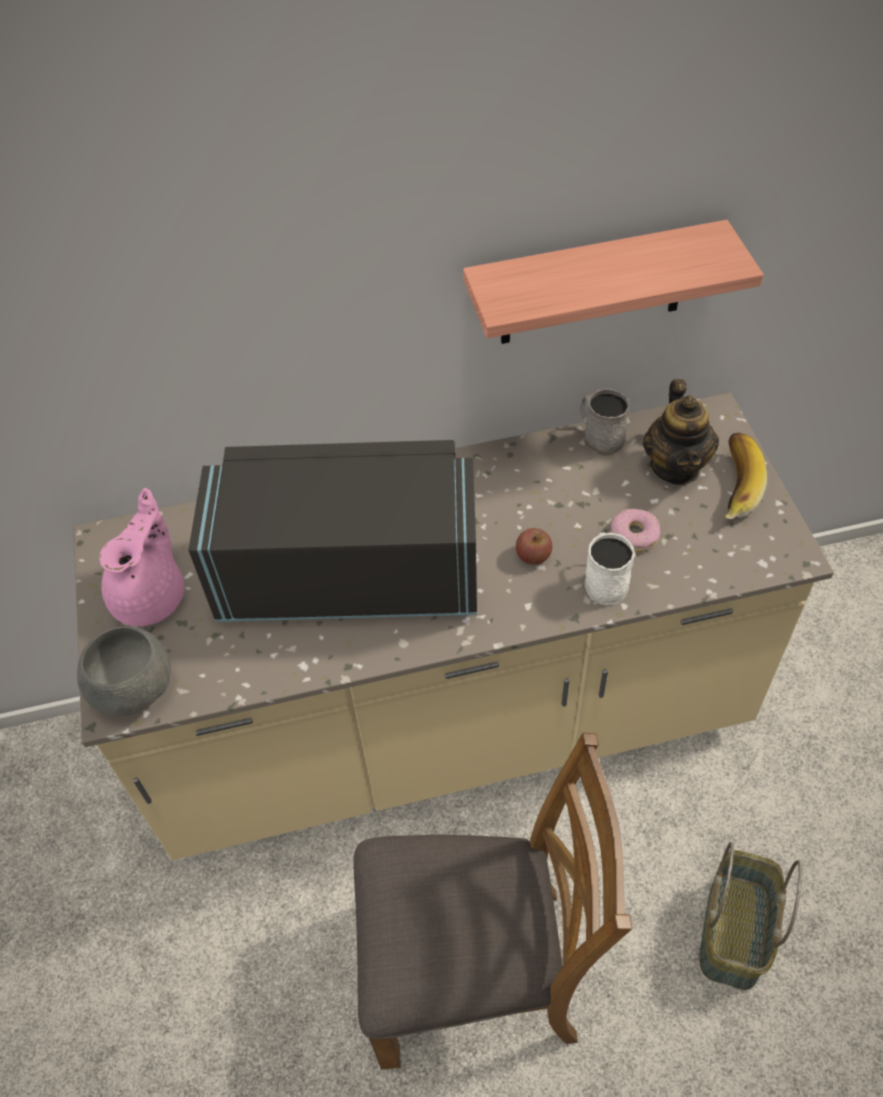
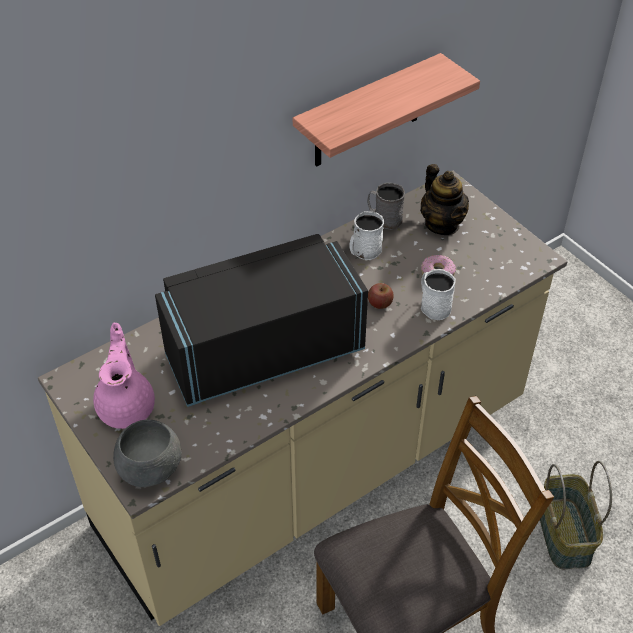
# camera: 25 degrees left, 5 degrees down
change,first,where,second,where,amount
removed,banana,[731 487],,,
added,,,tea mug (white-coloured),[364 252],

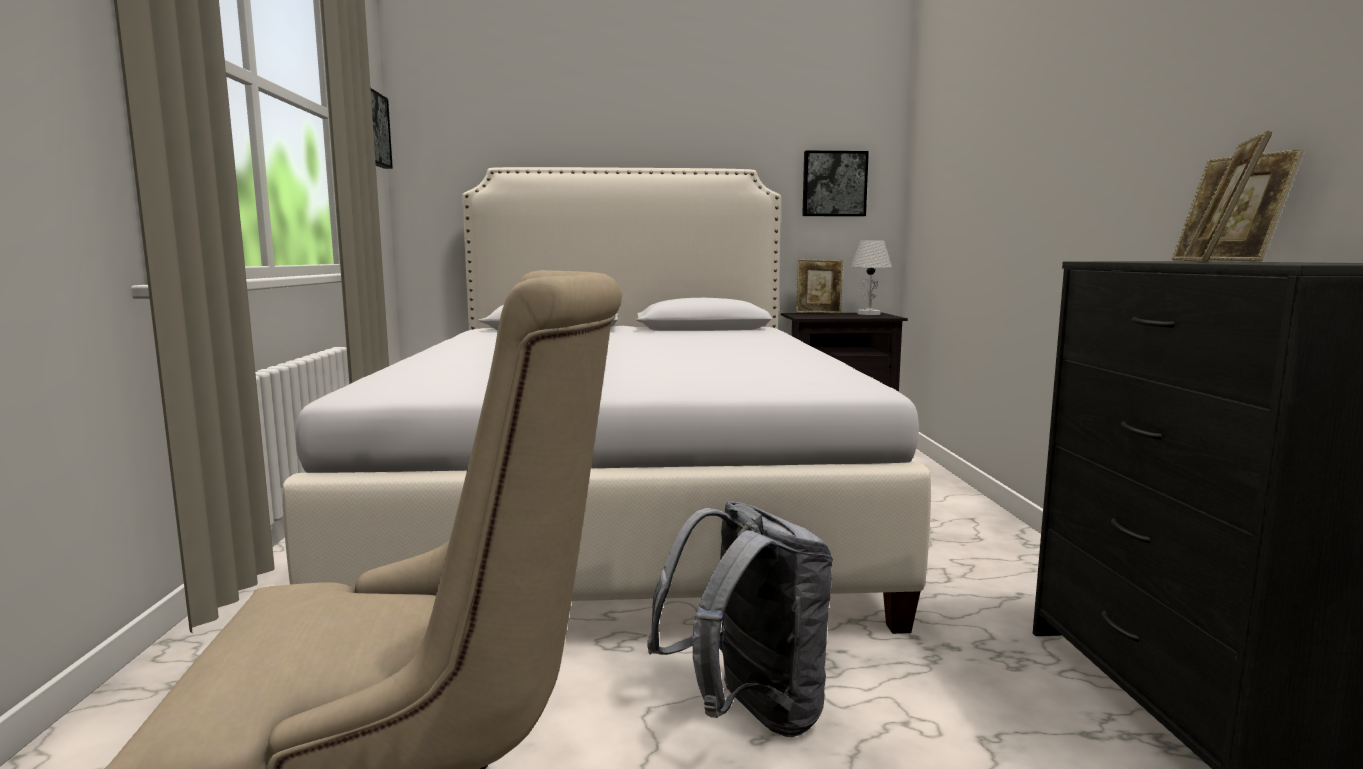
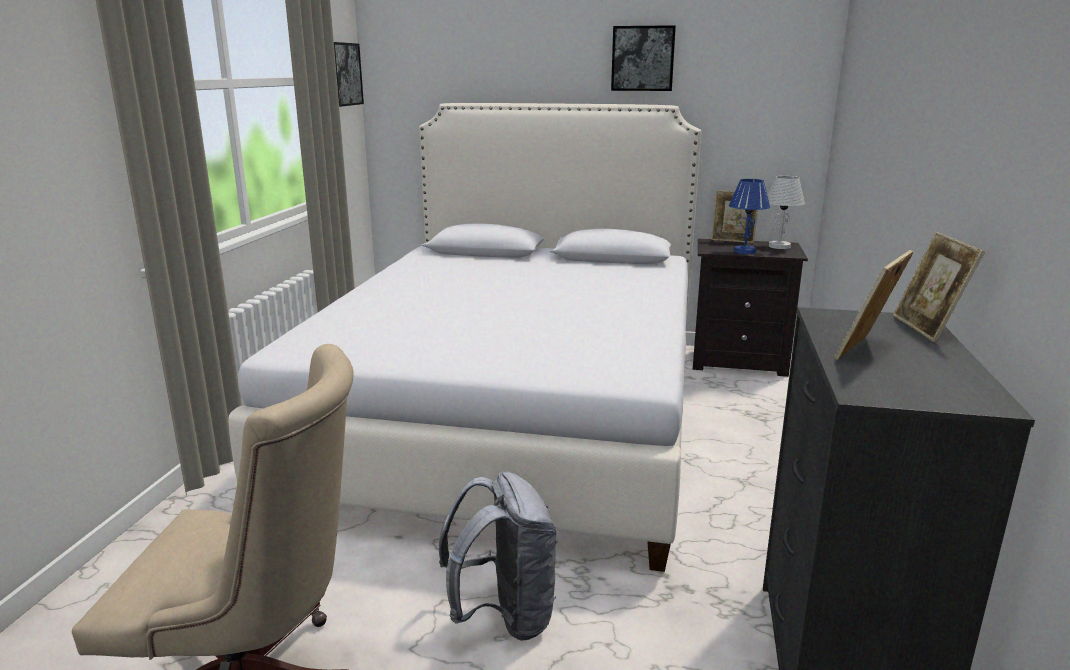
# camera: 15 degrees right, 10 degrees up
change,first,where,second,where,amount
moved,picture,[834 184],,[643 58],
added,,,tabletop lamp (bluish),[745 251],

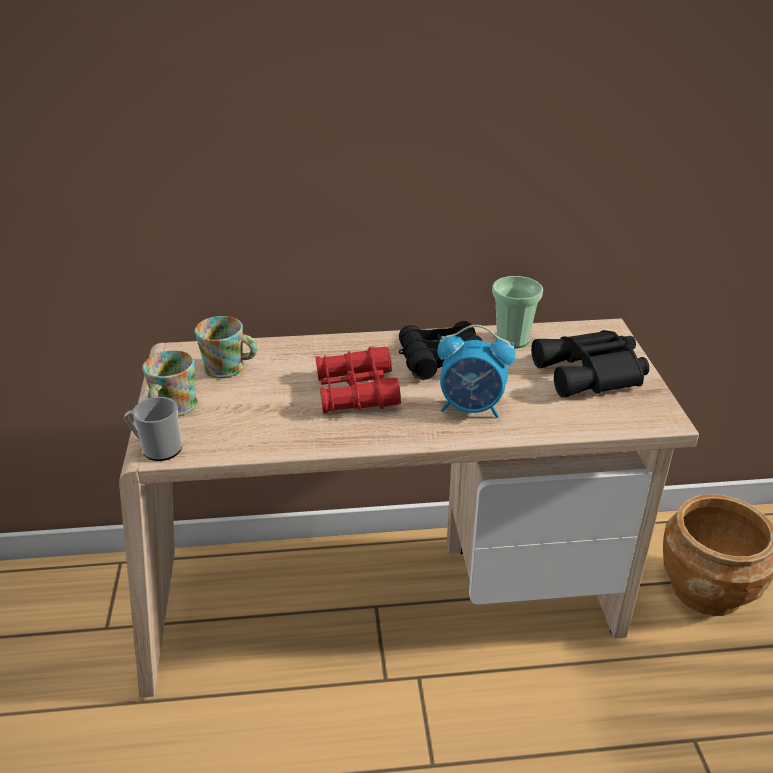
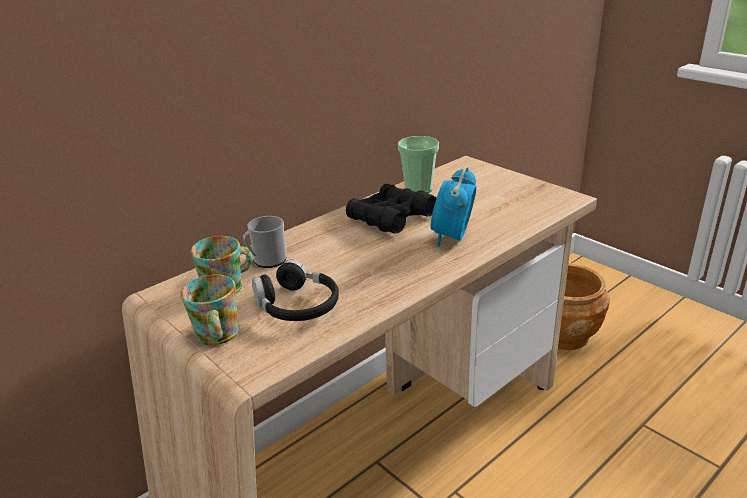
# camera: 35 degrees left, 5 degrees down
change,first,where,second,where,amount
turned,alarm clock,[471 408],,[452 237],135 degrees clockwise
removed,binoculars (black-coloured),[591 374],,,
removed,binoculars (red),[356 391],,,
moved,tea mug,[157 449],,[266 261],
added,,,pair of headphones (black-coloured),[297 305],

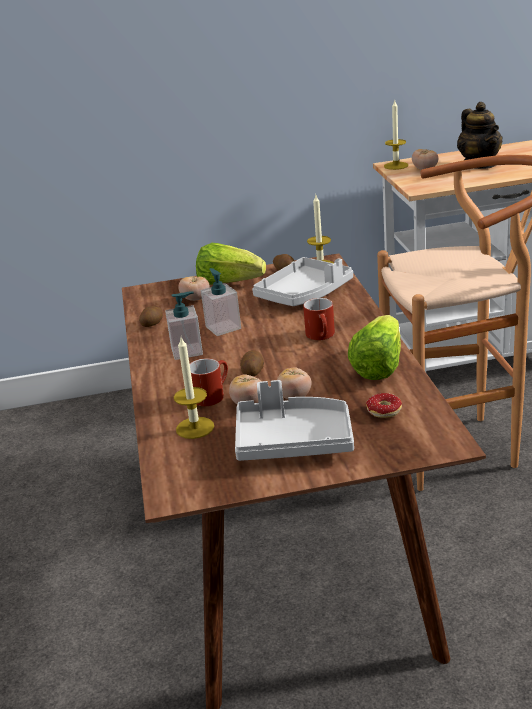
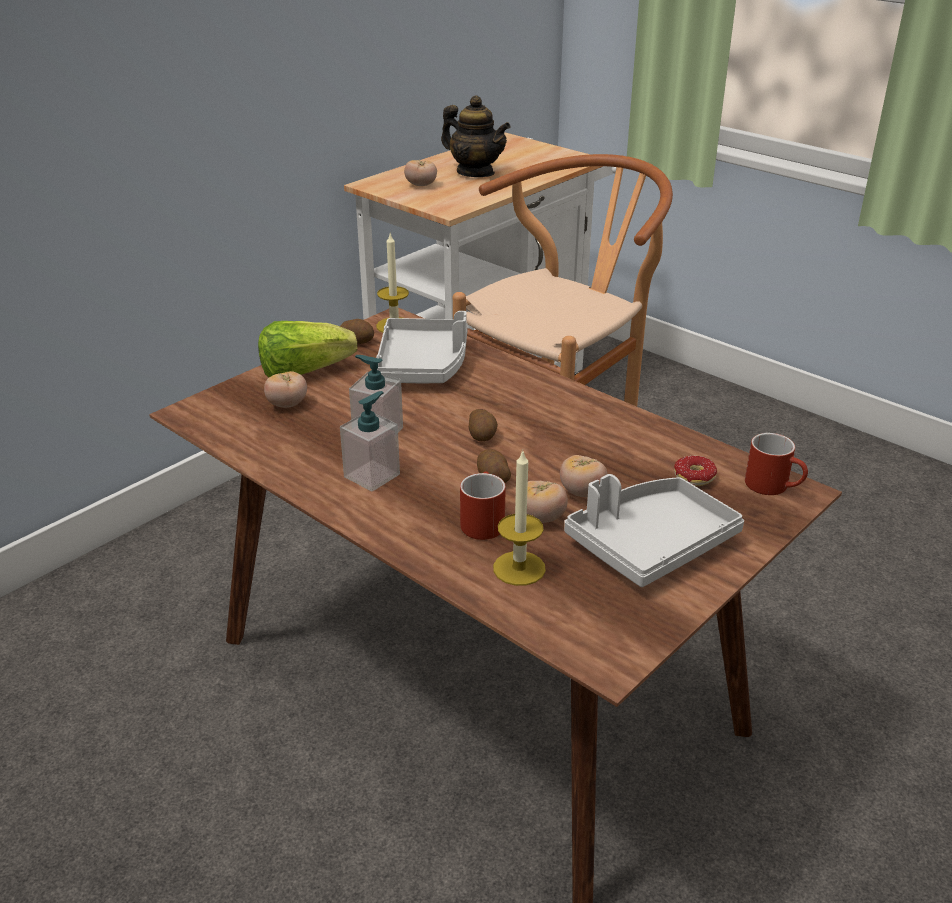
# camera: 40 degrees left, 5 degrees up
change,first,where,second,where,amount
removed,wax light,[396 166],,,
moved,tea mug (red),[322 336],,[774 486],
moved,whole potato,[152 324],,[482 435],
removed,lettuce,[378 366],,,

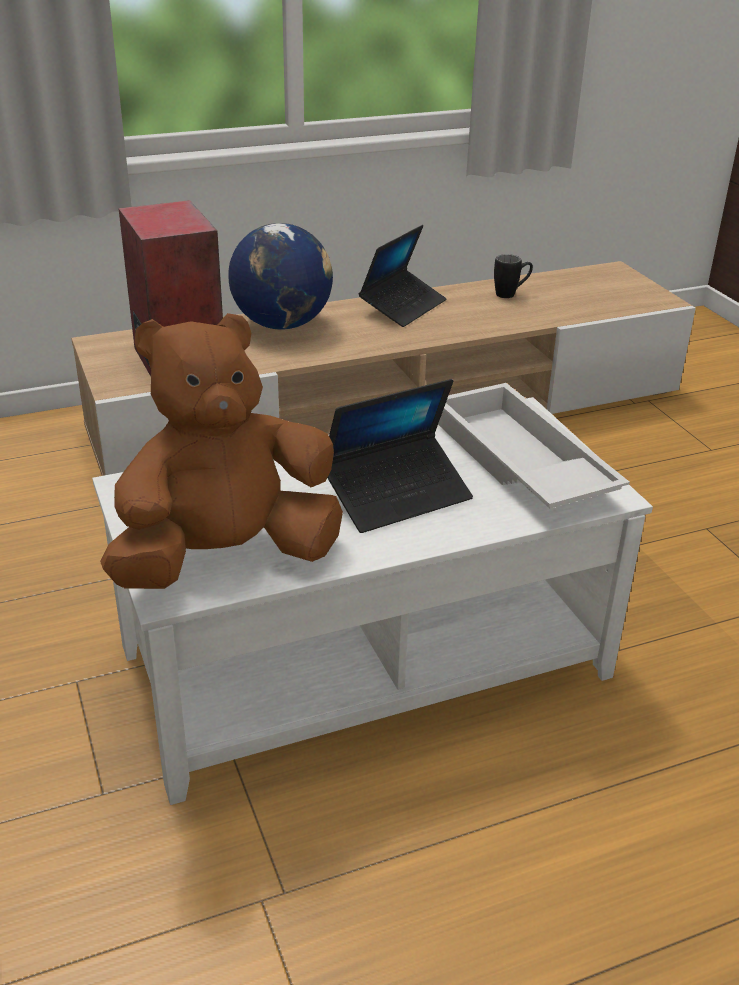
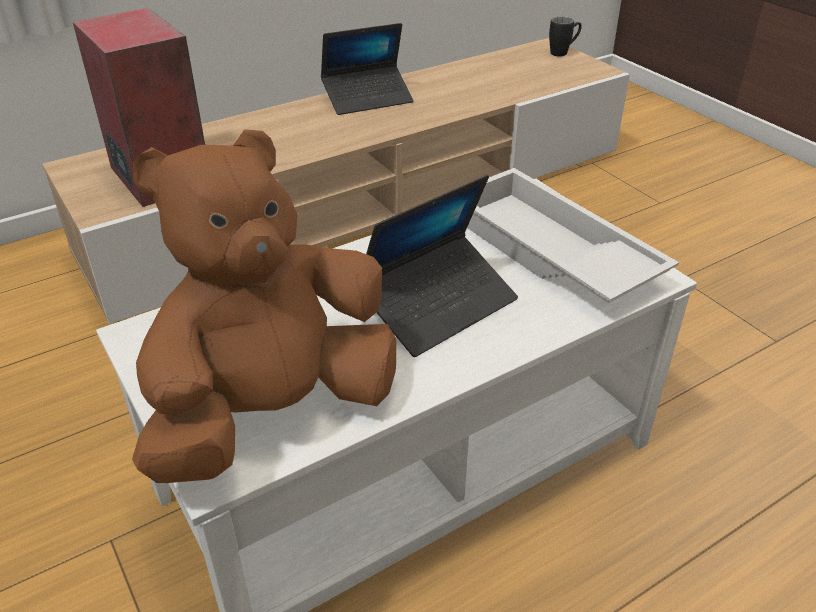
# camera: 10 degrees left, 5 degrees up
change,first,where,second,where,amount
removed,globe,[282 324],,,
turned,laptop,[403 306],,[367 98],45 degrees clockwise
moved,tea mug (black-coloured),[511 294],,[563 52],

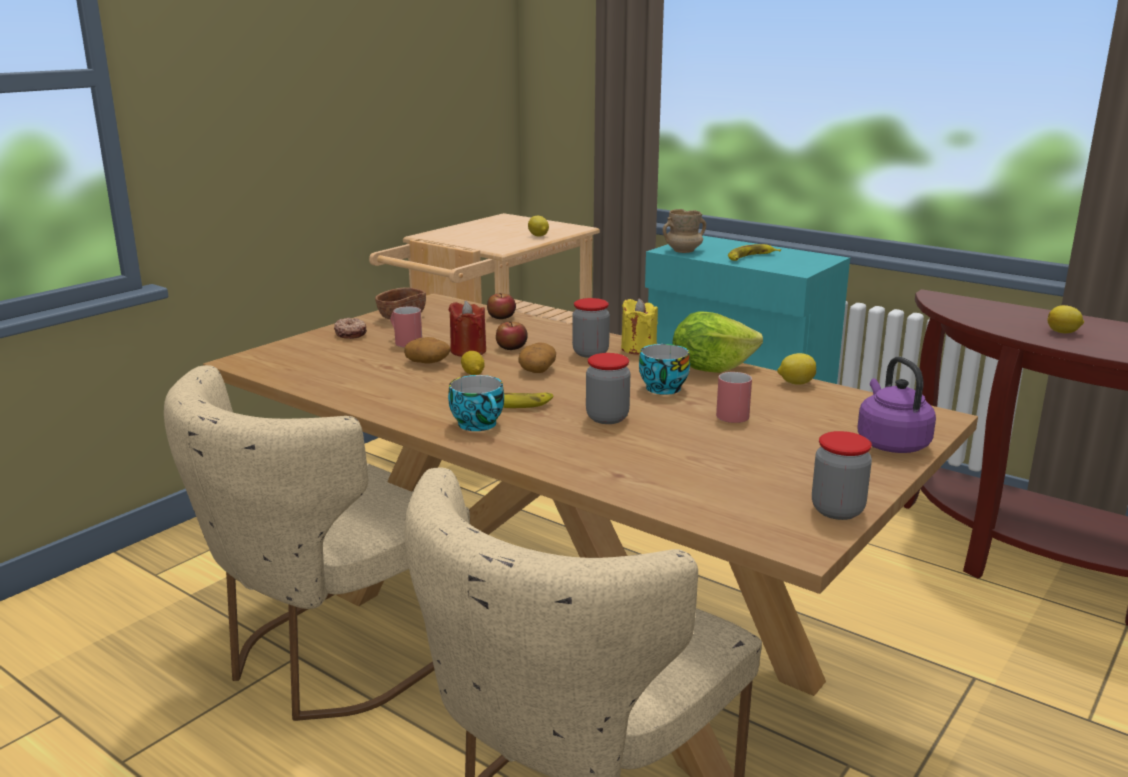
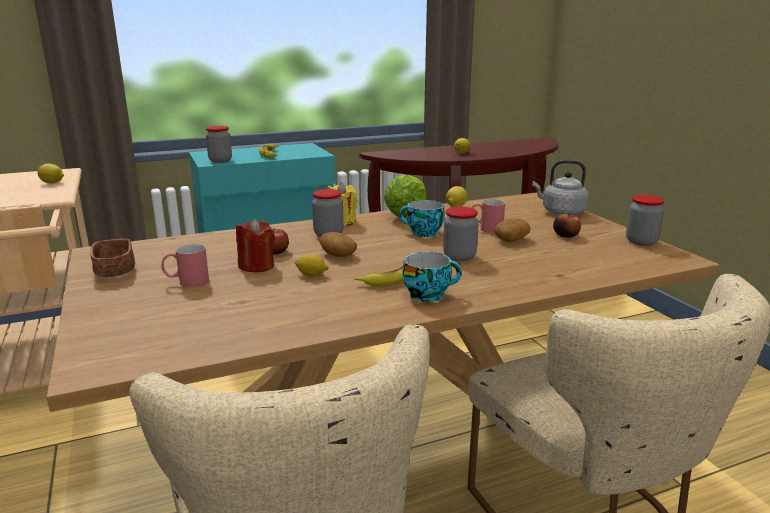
# camera: 60 degrees left, 0 degrees up
change,first,where,second,where,amount
replaced,tea mug (beige-coloured),[683 251],preserve jar,[220 161],
moved,apple,[501 317],,[566 235],
removed,ring doughnut,[351 333],,,
moved,whole potato,[428 362],,[511 239],
recoloured,water kettle (purple),[890 443],water kettle (gray),[561 212],

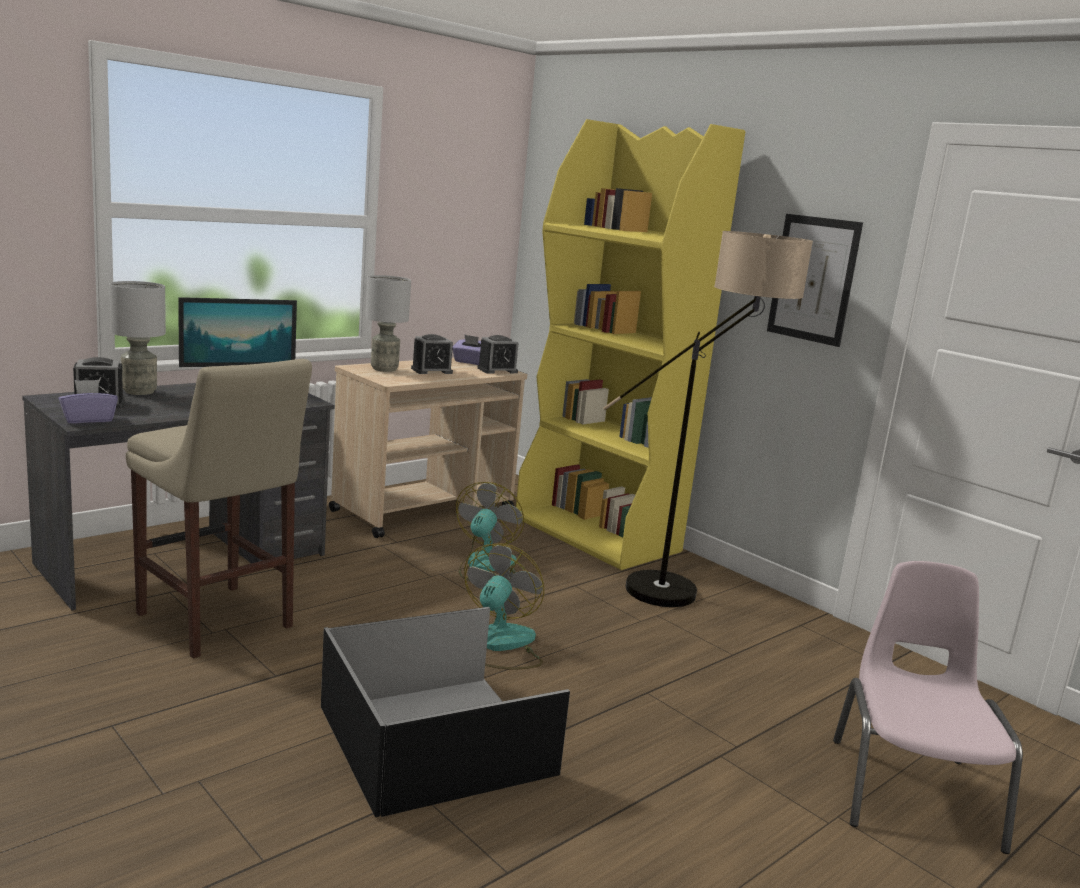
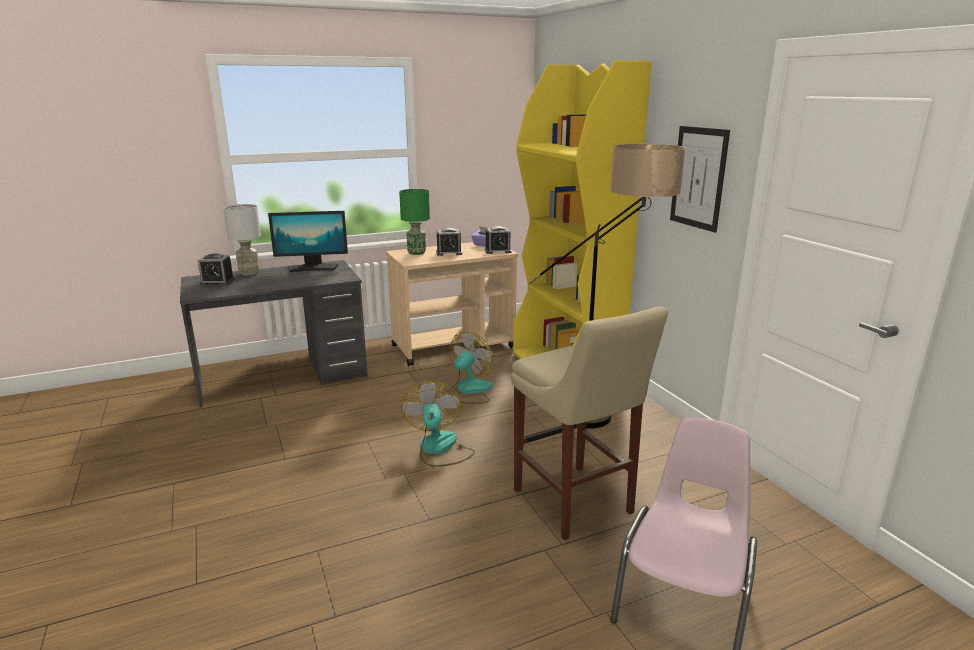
# camera: 20 degrees right, 5 degrees up
change,first,where,second,where,amount
recoloured,tabletop lamp (gray),[383 369],tabletop lamp (green),[416 253],
moved,stool seat (beige-coloured),[218 623],,[575 504],
removed,tissue box (purple),[88 419],,,
turned,cooling fan,[499 645],,[439 449],45 degrees counterclockwise
removed,storage box (black-coloured),[437 742],,,

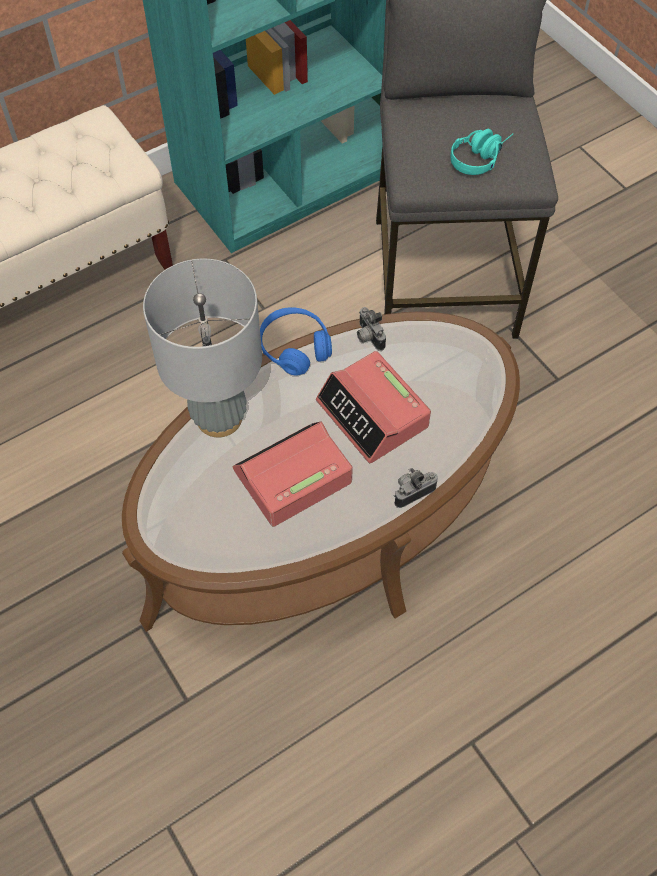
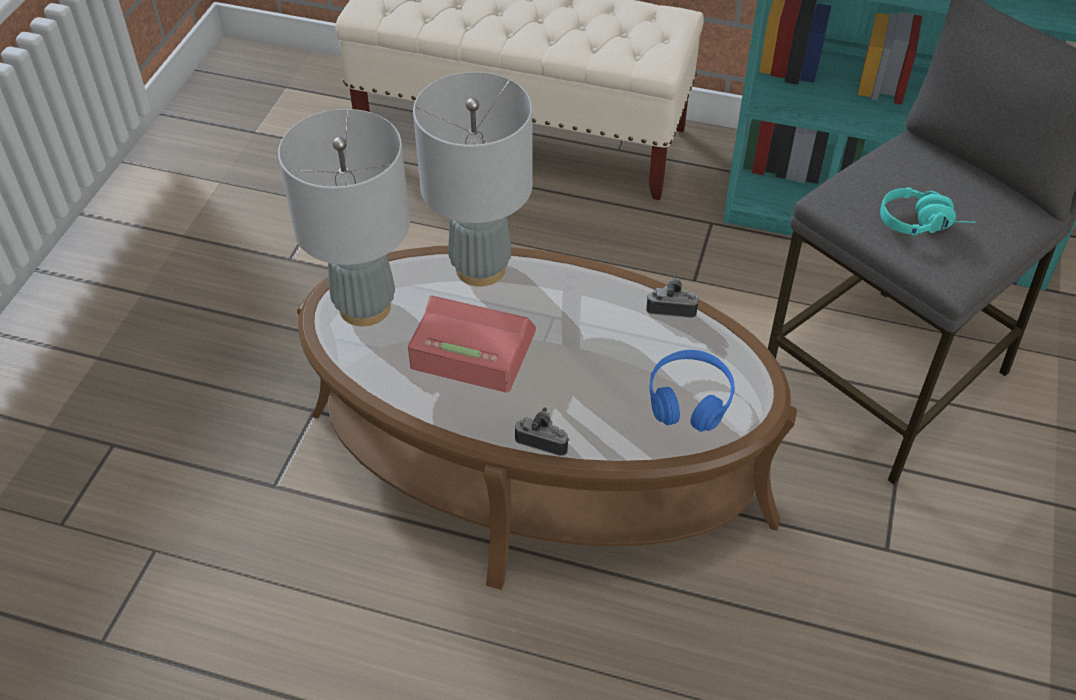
# camera: 50 degrees right, 10 degrees down
change,first,where,second,where,amount
moved,pair of headphones (bluish),[295 347],,[689 400],
turned,photo camera,[368 337],,[671 309],75 degrees clockwise
removed,alarm clock,[373 414],,,
added,,,tabletop lamp (gray),[365 307],

